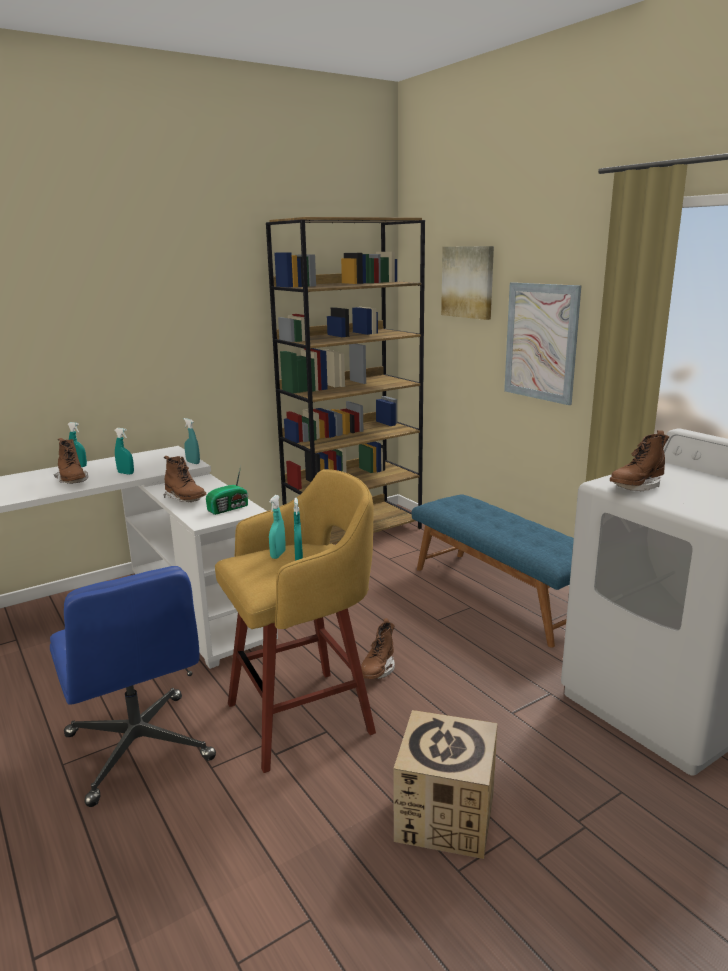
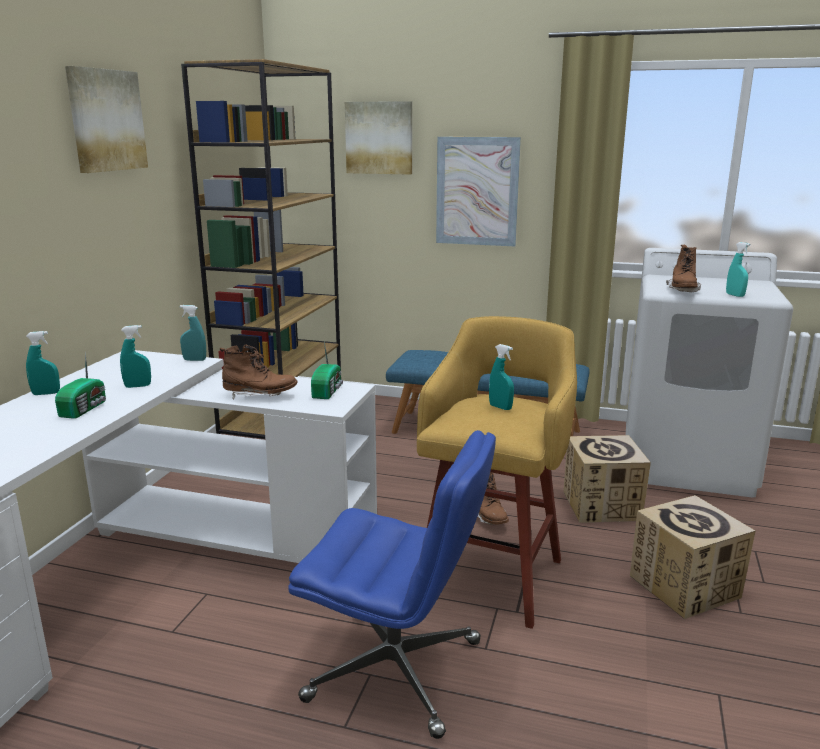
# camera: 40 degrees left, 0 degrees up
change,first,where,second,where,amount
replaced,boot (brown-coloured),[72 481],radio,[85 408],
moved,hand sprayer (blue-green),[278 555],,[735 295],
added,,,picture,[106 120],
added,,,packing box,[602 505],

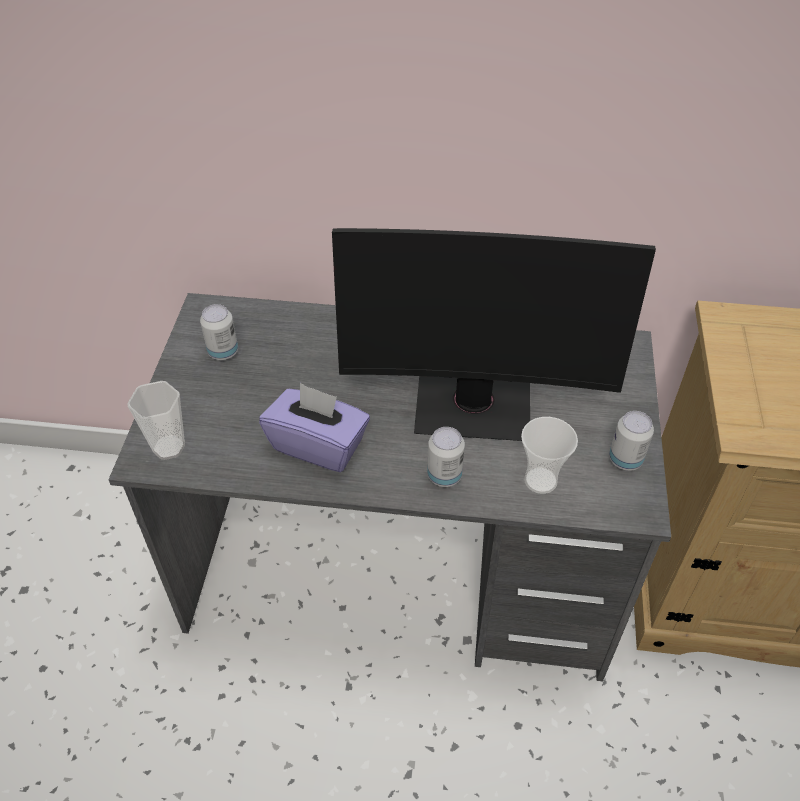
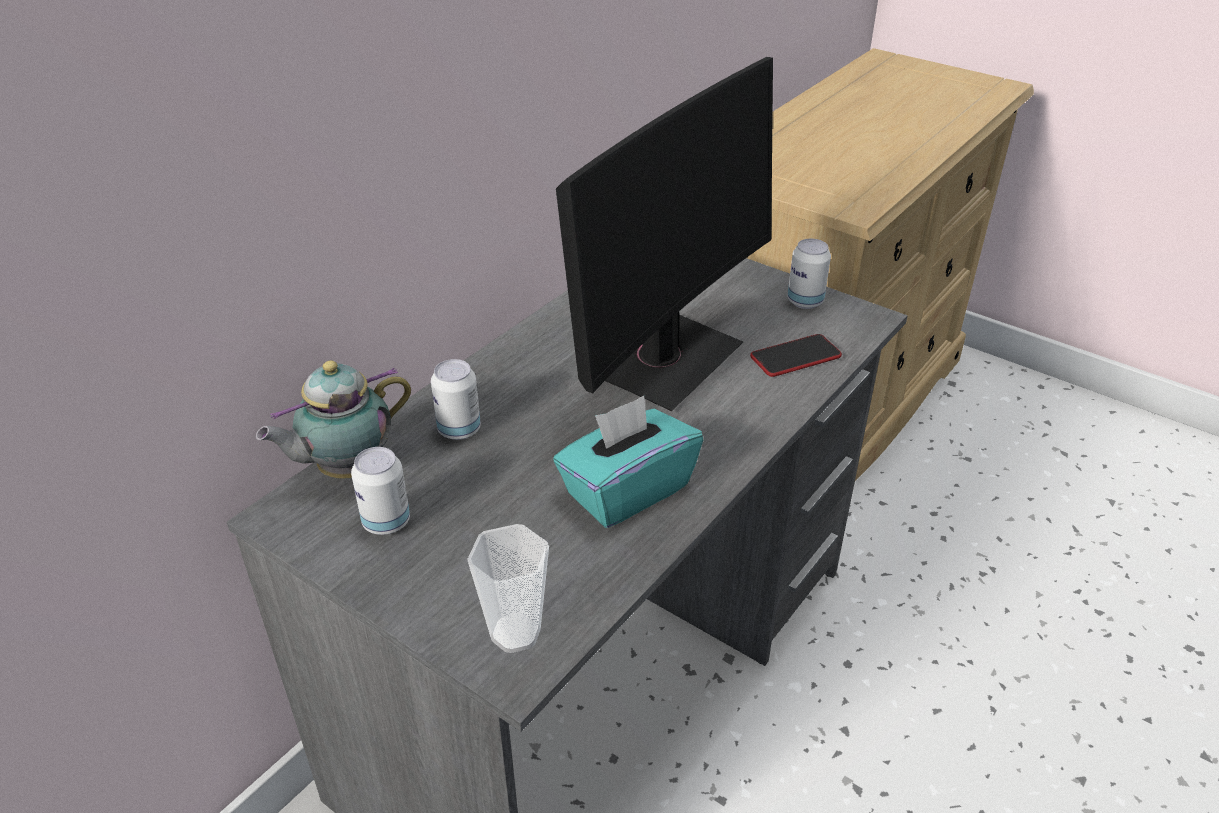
# camera: 60 degrees left, 10 degrees down
change,first,where,second,where,amount
recoloured,tissue box (purple),[318 445],tissue box (blue-green),[626 490],
replaced,cup,[540 480],telephone,[795 357],
moved,metal can,[444 476],,[459 430],
added,,,teapot,[346 469],

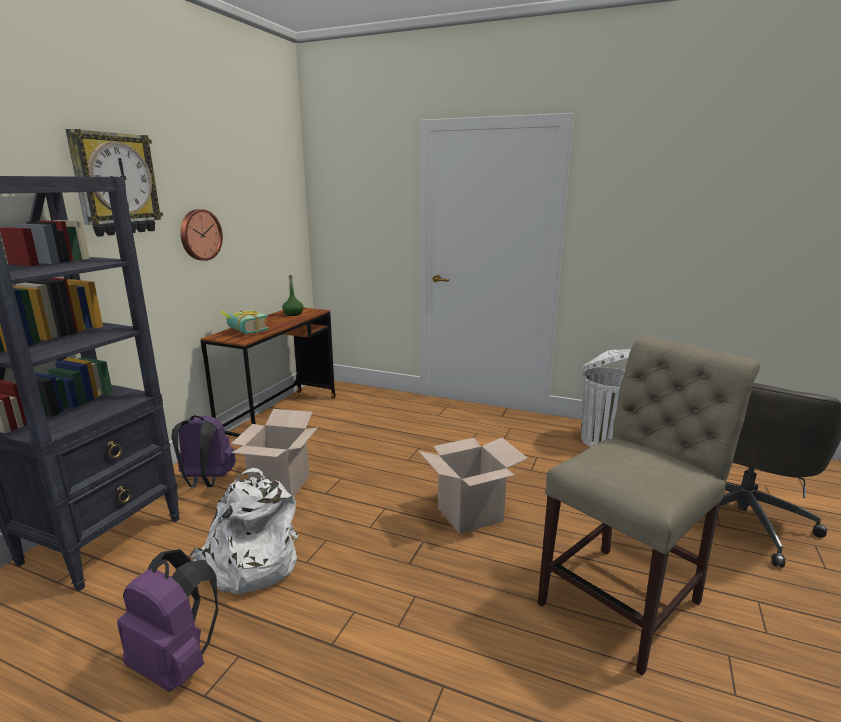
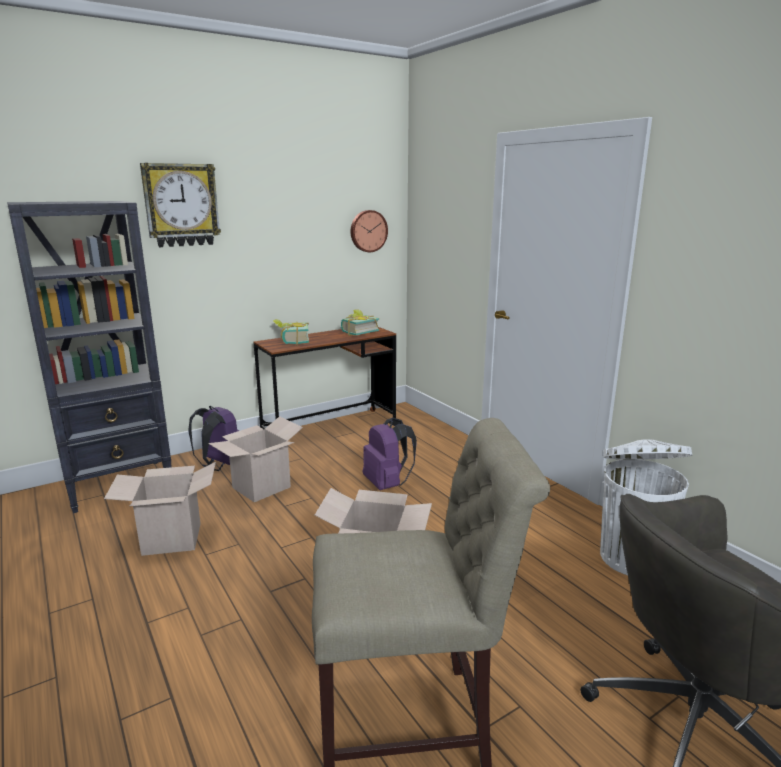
# camera: 35 degrees right, 0 degrees up
change,first,where,second,where,amount
moved,hanging clock,[199 235],,[368 231],
replaced,beverage bottle (green),[293 314],volume,[358 332],
replaced,backpack (white-coloured),[250 564],packing box,[172 539],
moved,backpack (purple),[177 663],,[387 484],

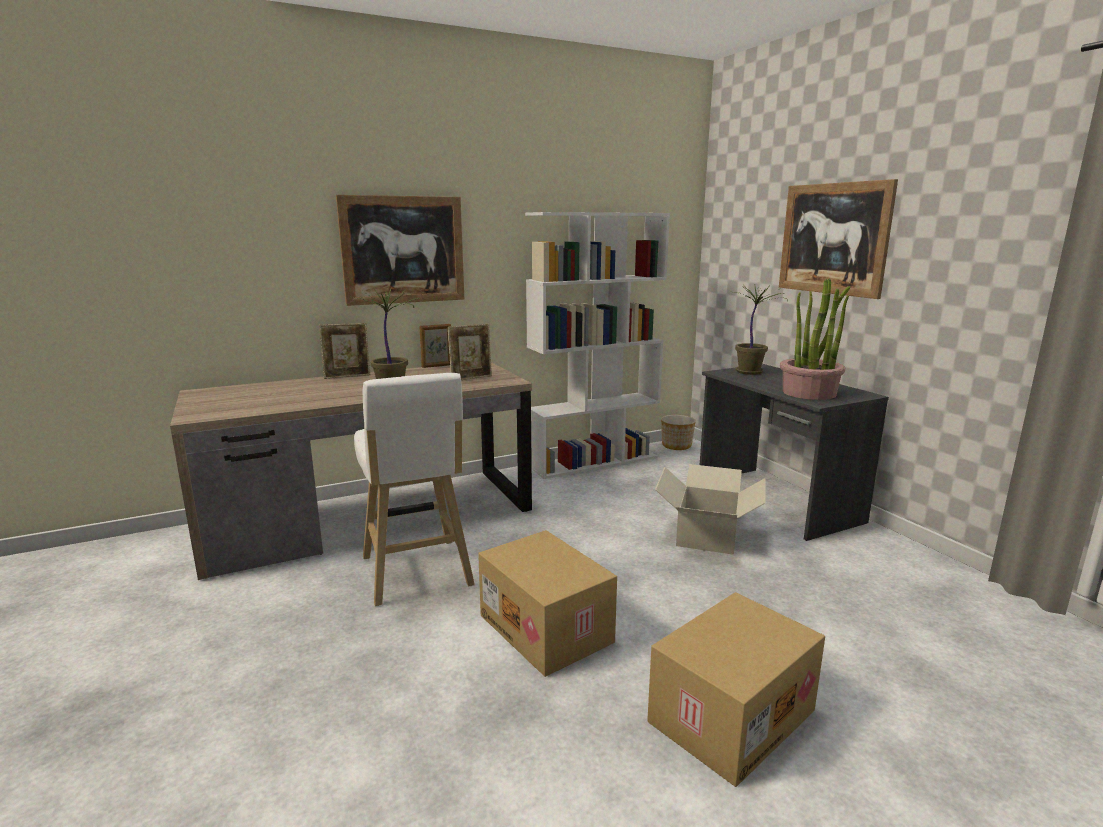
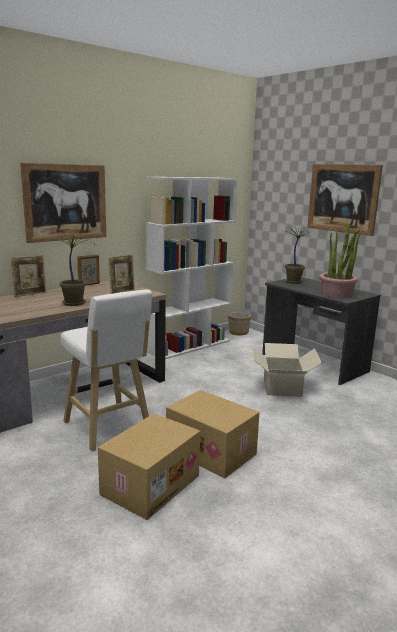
# camera: 15 degrees left, 0 degrees up
change,first,where,second,where,amount
moved,packing box,[730 714],,[150 484],

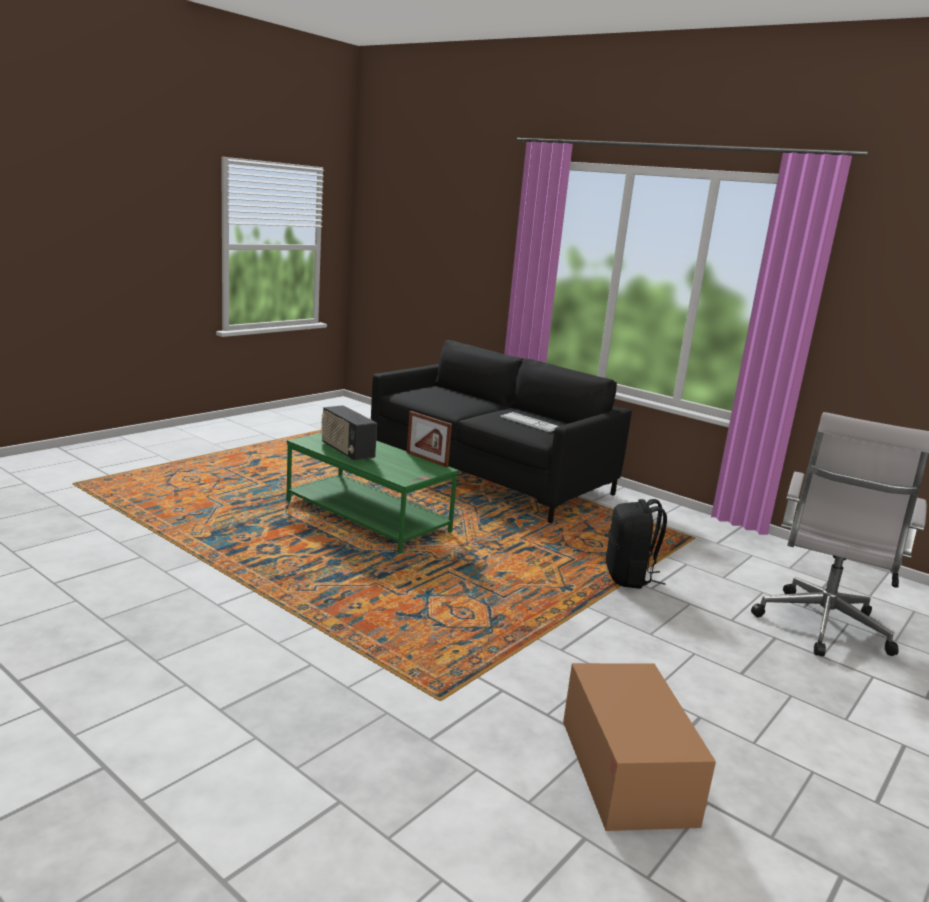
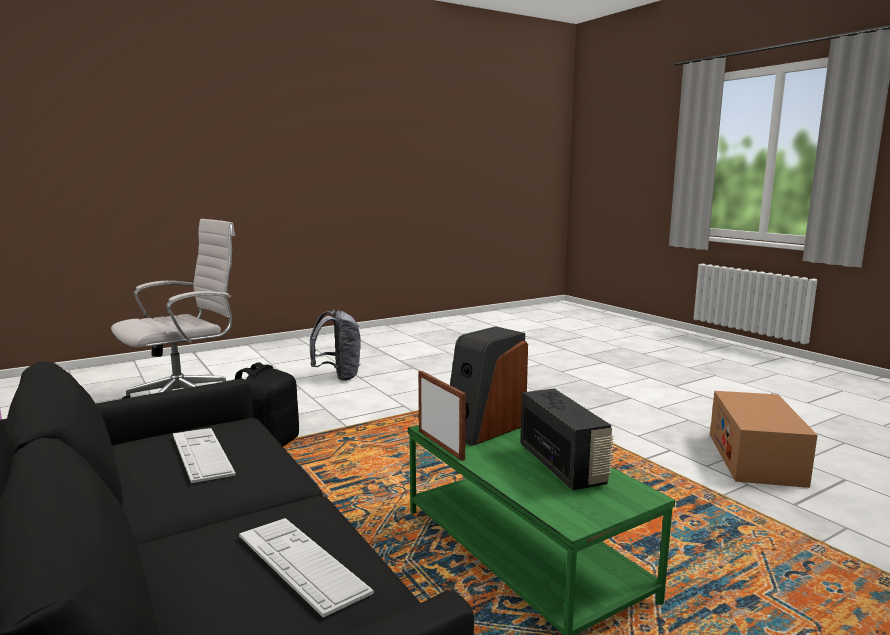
# camera: 160 degrees left, 5 degrees down
change,first,where,second,where,amount
moved,packing box,[626 770],,[755 459],
added,,,backpack (gray),[338 376],
added,,,audio speaker,[484 428],
added,,,keyboard,[302 564],

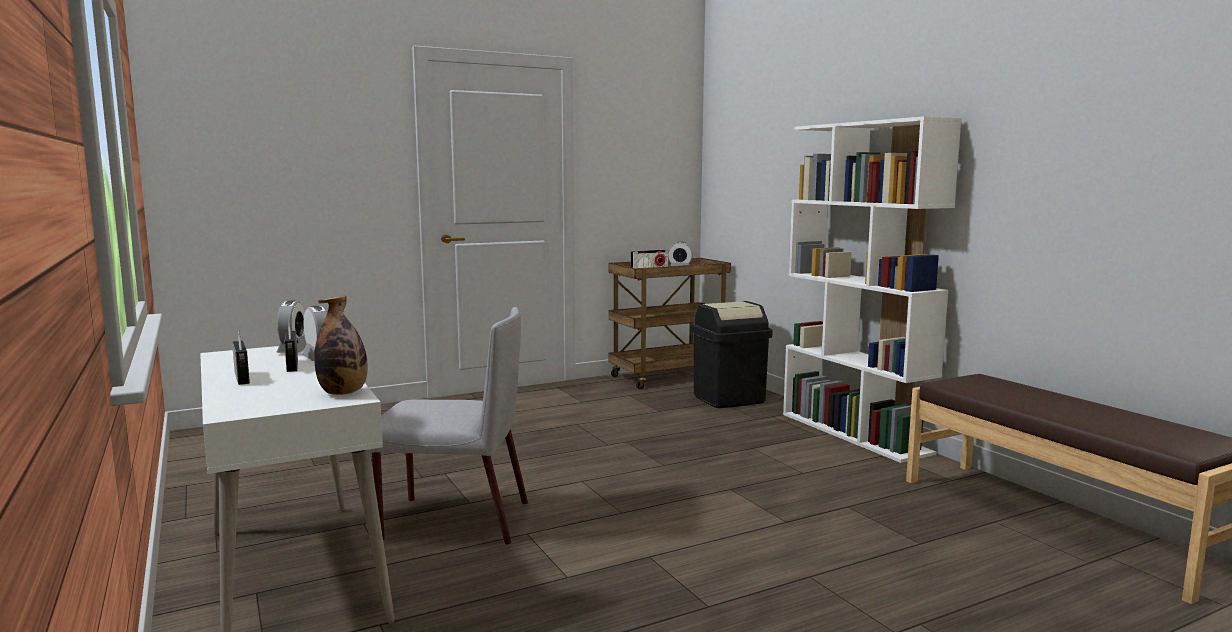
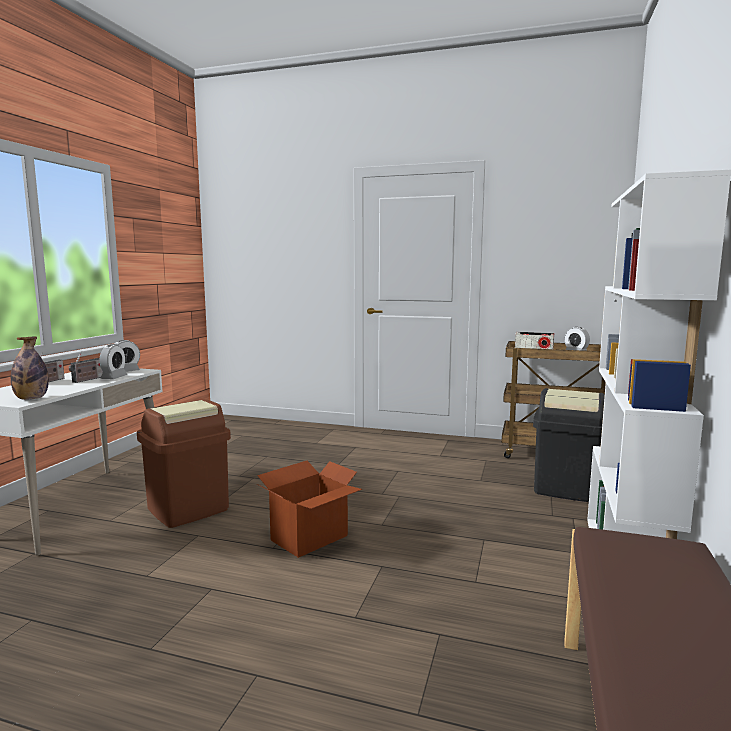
# camera: 45 degrees right, 0 degrees up
change,first,where,second,where,amount
replaced,upright chair (gray),[453 521],trash can (brown-coloured),[188 510],
added,,,packing box,[310 538],

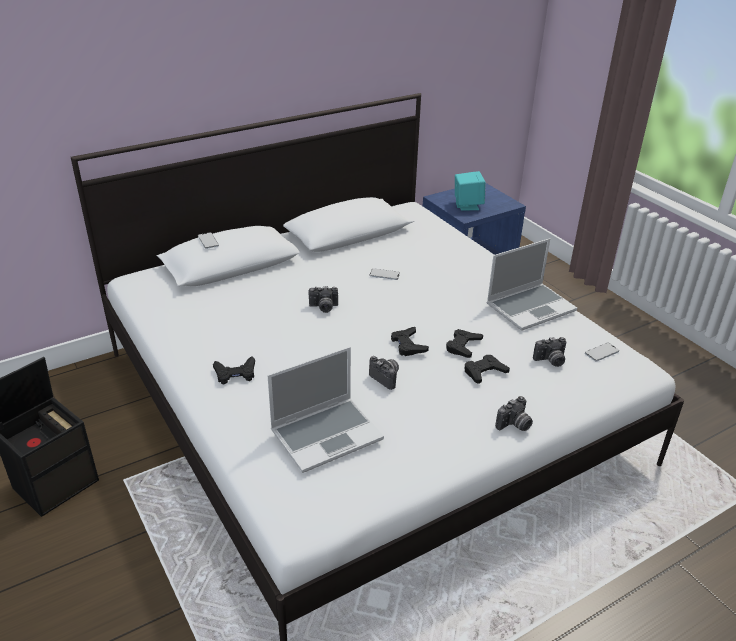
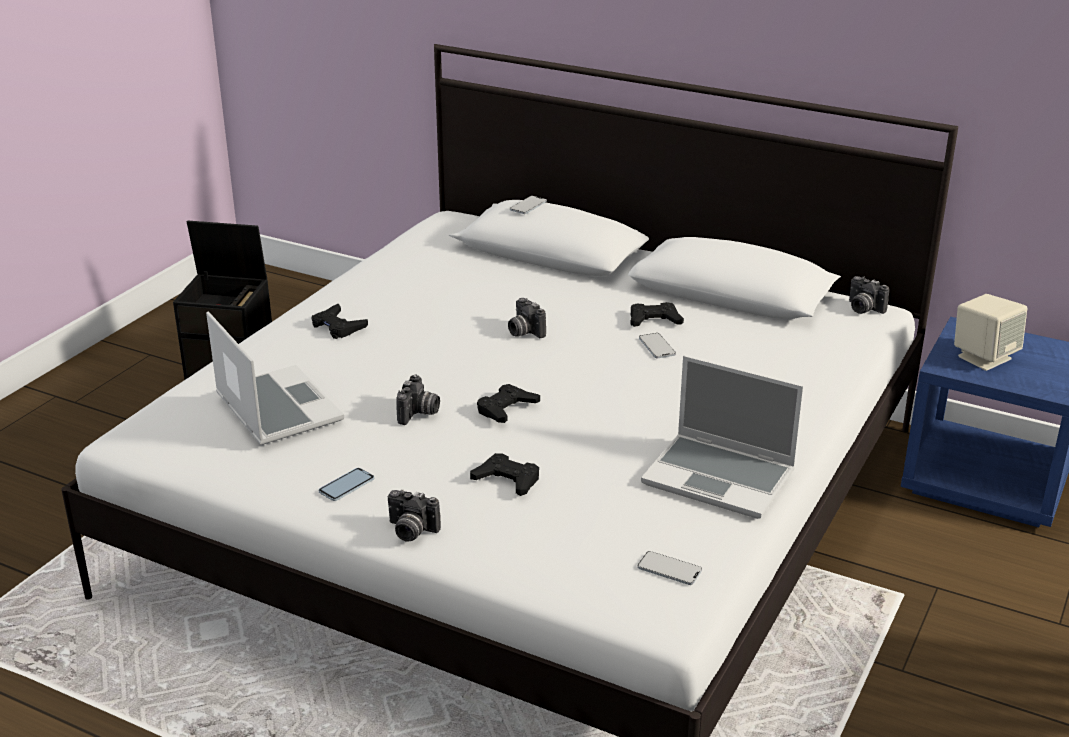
# camera: 60 degrees right, 5 degrees down
change,first,where,second,where,amount
recoloured,audio speaker (blue-green),[467 205],audio speaker (beige-coloured),[984 357],
moved,joypad (black-coloured),[463 346],,[654 320],
moved,photo camera,[550 361],,[863 309],
turned,laptop,[327 434],,[276 408],150 degrees counterclockwise
added,,,telephone,[346 486],

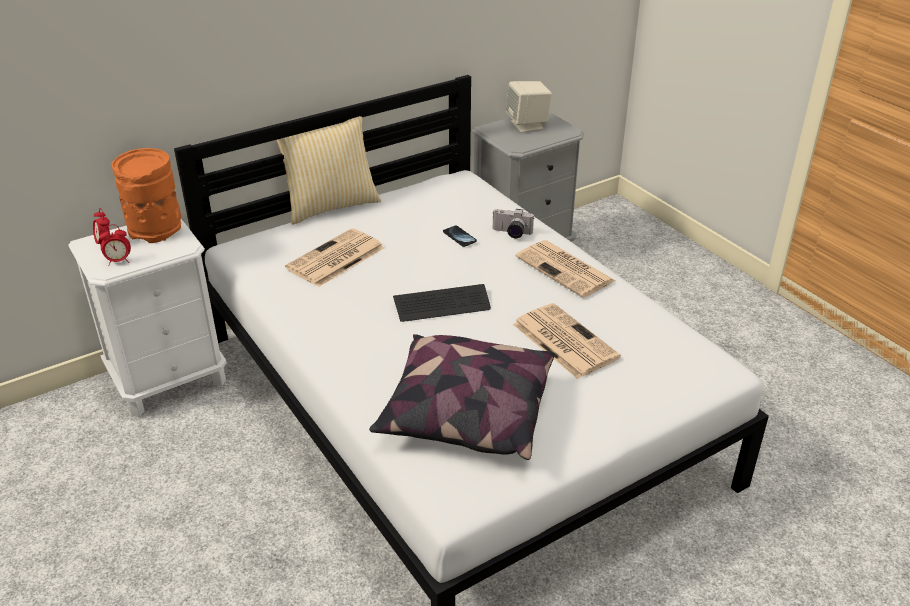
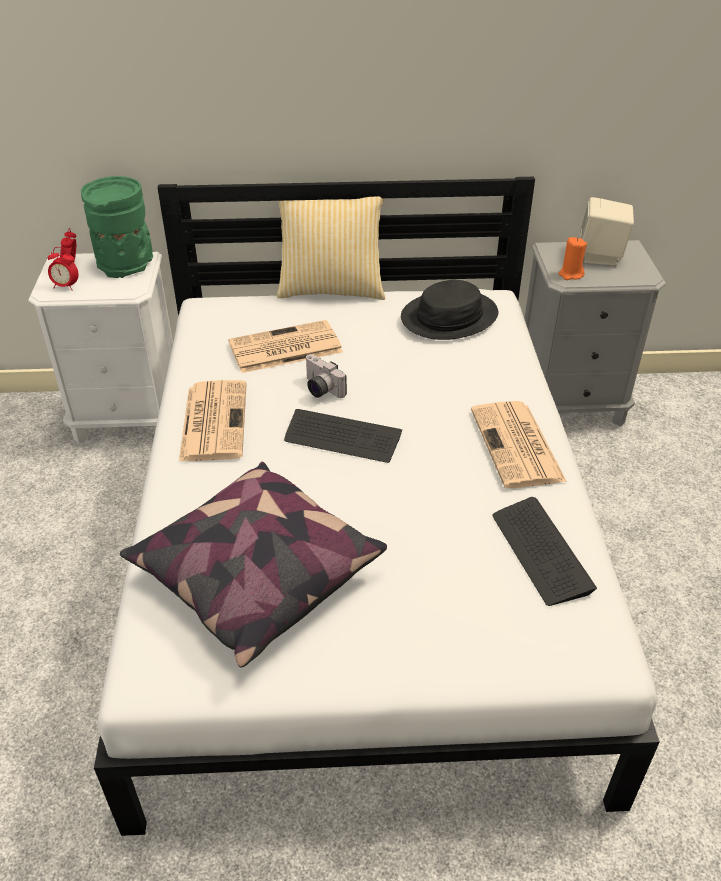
# camera: 30 degrees right, 5 degrees up
change,first,where,second,where,amount
recoloured,vase (orange),[156 228],vase (green),[127 264],
moved,photo camera,[511 233],,[320 389],
removed,telephone,[459 237],,,
moved,printed paper,[563 340],,[213 420],
added,,,wax light (orange),[570 274],
added,,,hat (black-coloured),[449 317],
added,,,keyboard,[541 552],

